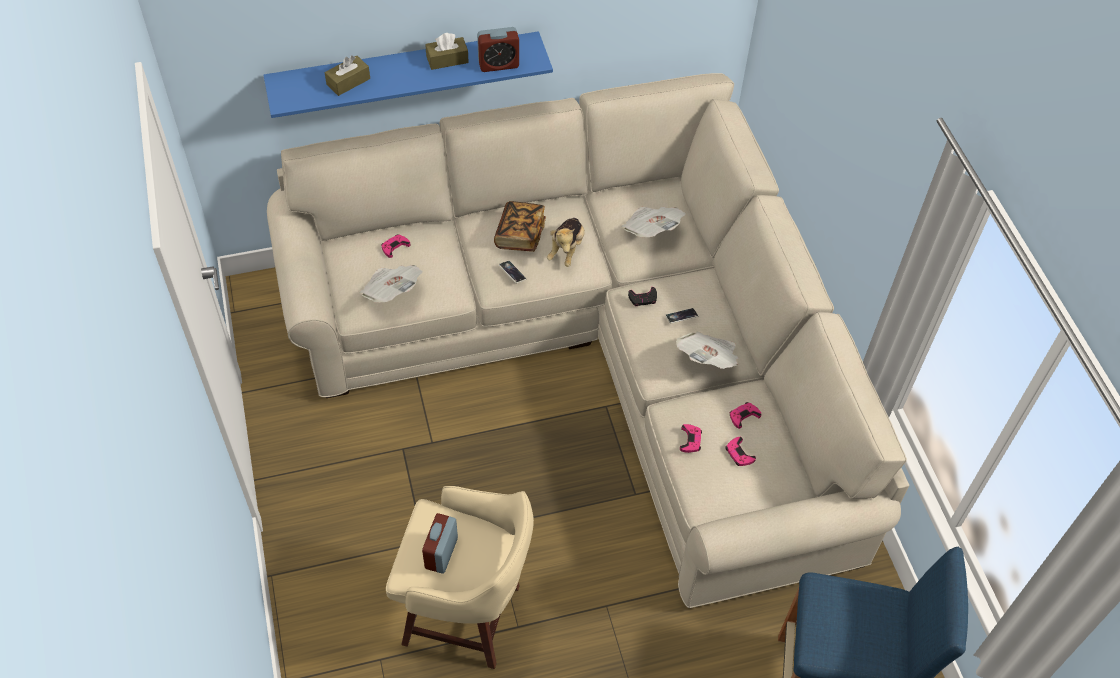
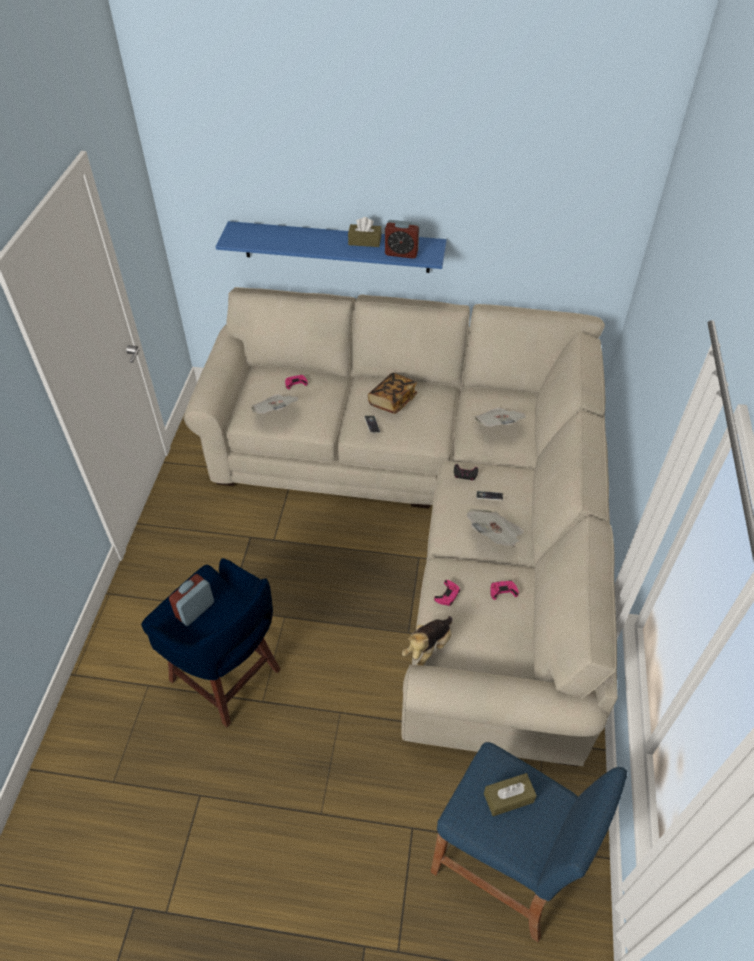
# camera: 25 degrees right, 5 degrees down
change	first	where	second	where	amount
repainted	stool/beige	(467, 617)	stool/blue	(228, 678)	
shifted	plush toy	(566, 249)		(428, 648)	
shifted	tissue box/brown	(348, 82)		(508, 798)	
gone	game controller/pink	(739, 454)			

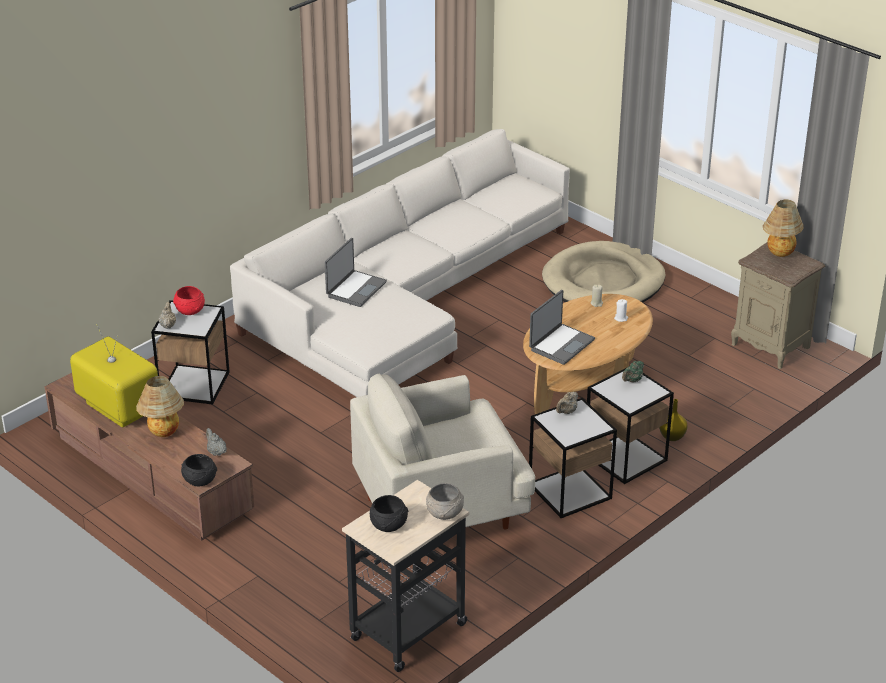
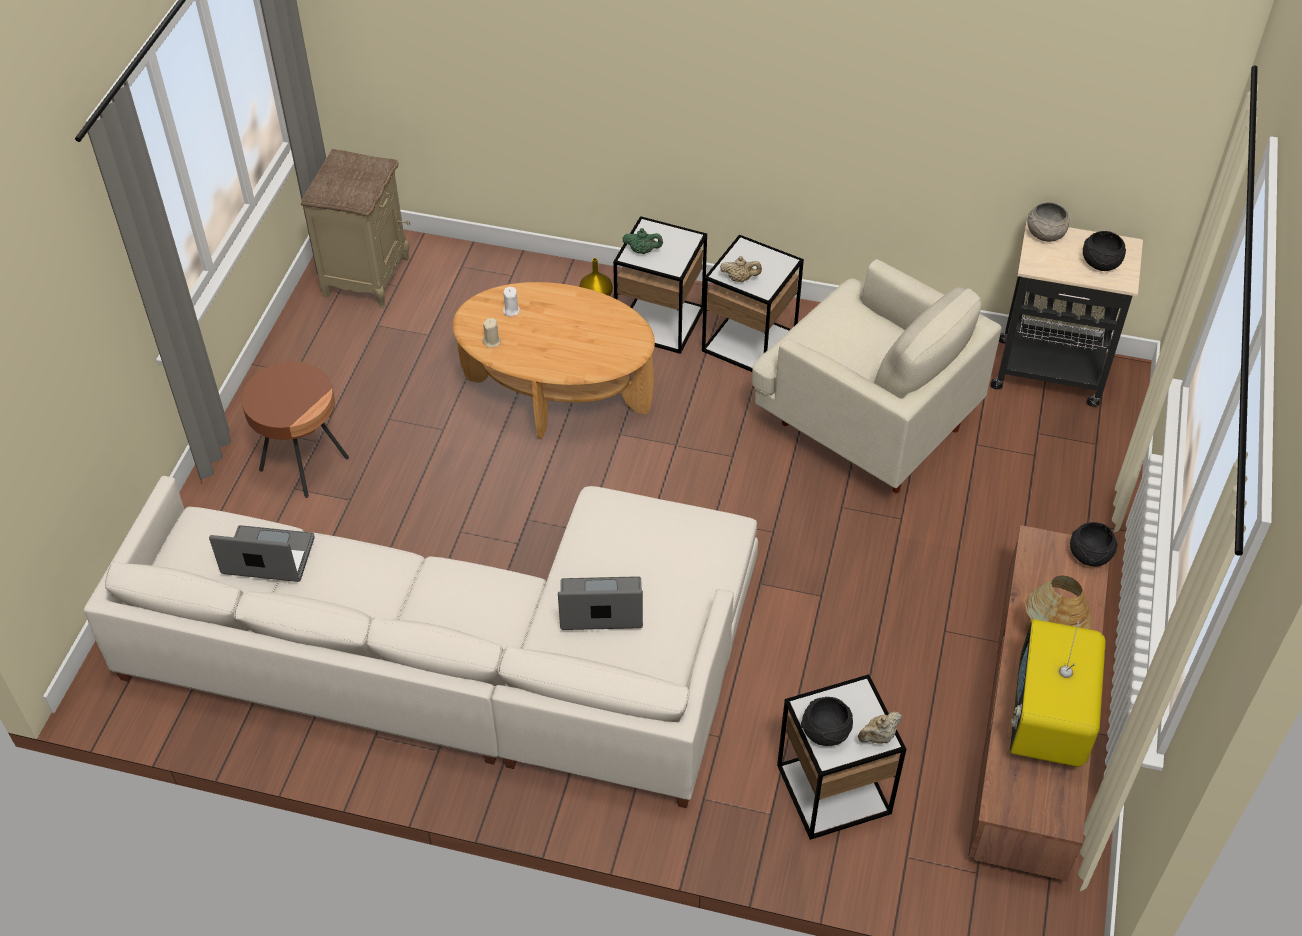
# camera: 120 degrees left, 15 degrees up
change	first	where	second	where	amount
shifted	laptop	(561, 344)		(268, 558)	
swapped	dog bed/beige	(603, 282)	side table/brown	(304, 464)	
repainted	bowl/red	(190, 310)	bowl/black	(825, 732)	
gone	teapot/grey	(216, 452)			
gone	table lamp	(779, 255)			

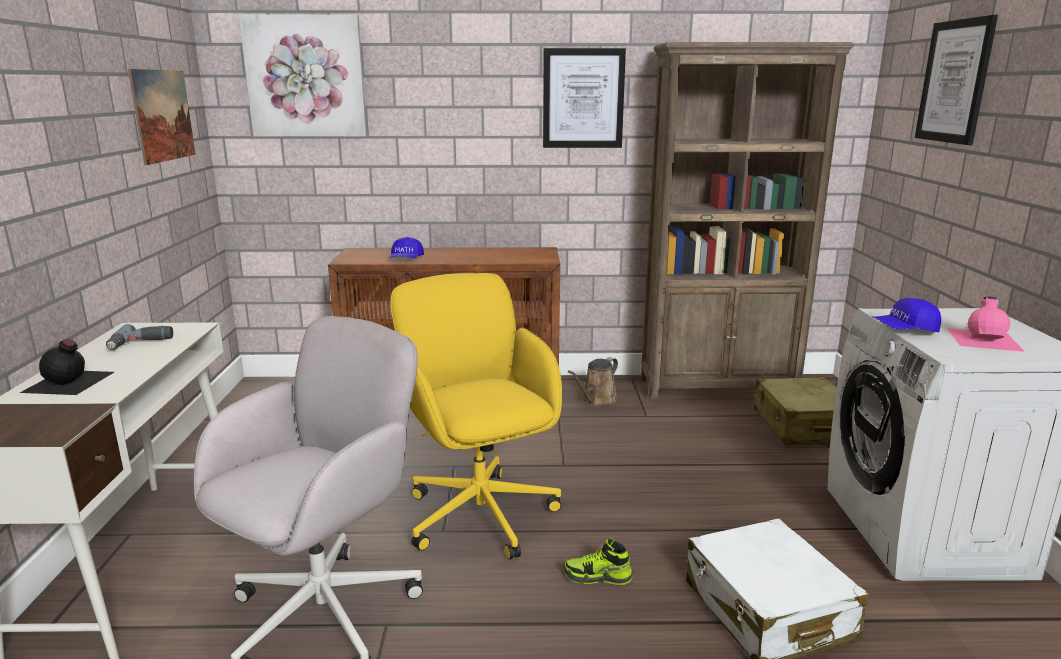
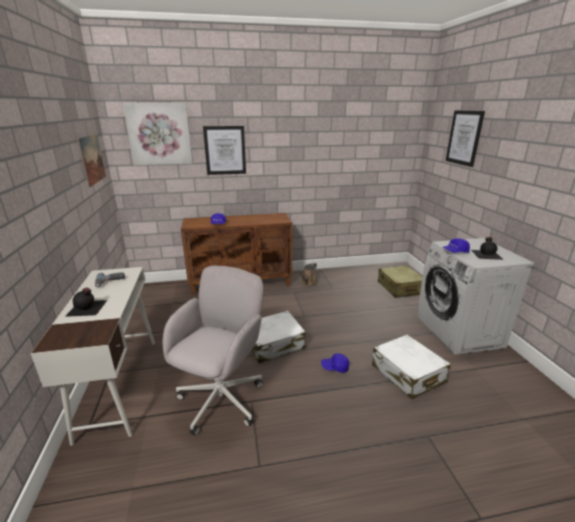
# camera: 10 degrees left, 5 degrees up
change	first	where	second	where	amount
shifted	picture	(583, 99)		(225, 150)	
swapped	office chair/yellow	(480, 514)	suitcase/white	(274, 344)	
swapped	shoe	(597, 577)	cap/blue	(335, 367)	
repainted	bottle/pink	(985, 339)	bottle/black	(486, 254)	
gone	bookcase/brown	(718, 388)			

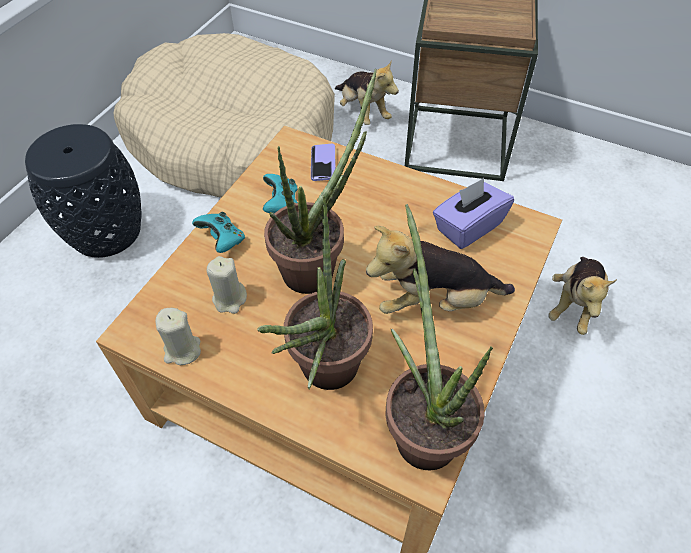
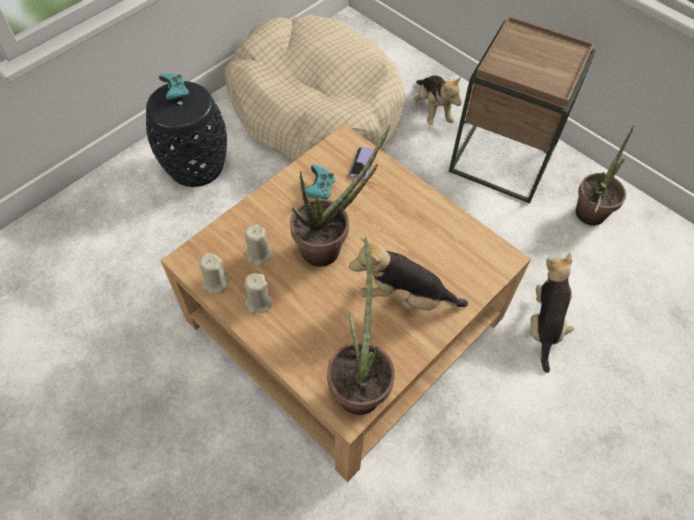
# camera: 15 degrees right, 5 degrees up
change	first	where	second	where	amount
shifted	game controller/turquoise	(222, 240)		(176, 93)	
new			candle/beige	(259, 302)	
rotated	plush toy	(574, 304)		(544, 324)	150 degrees clockwise
shifted	potted plant	(324, 376)		(586, 218)	
gone	tissue box/purple	(468, 227)			

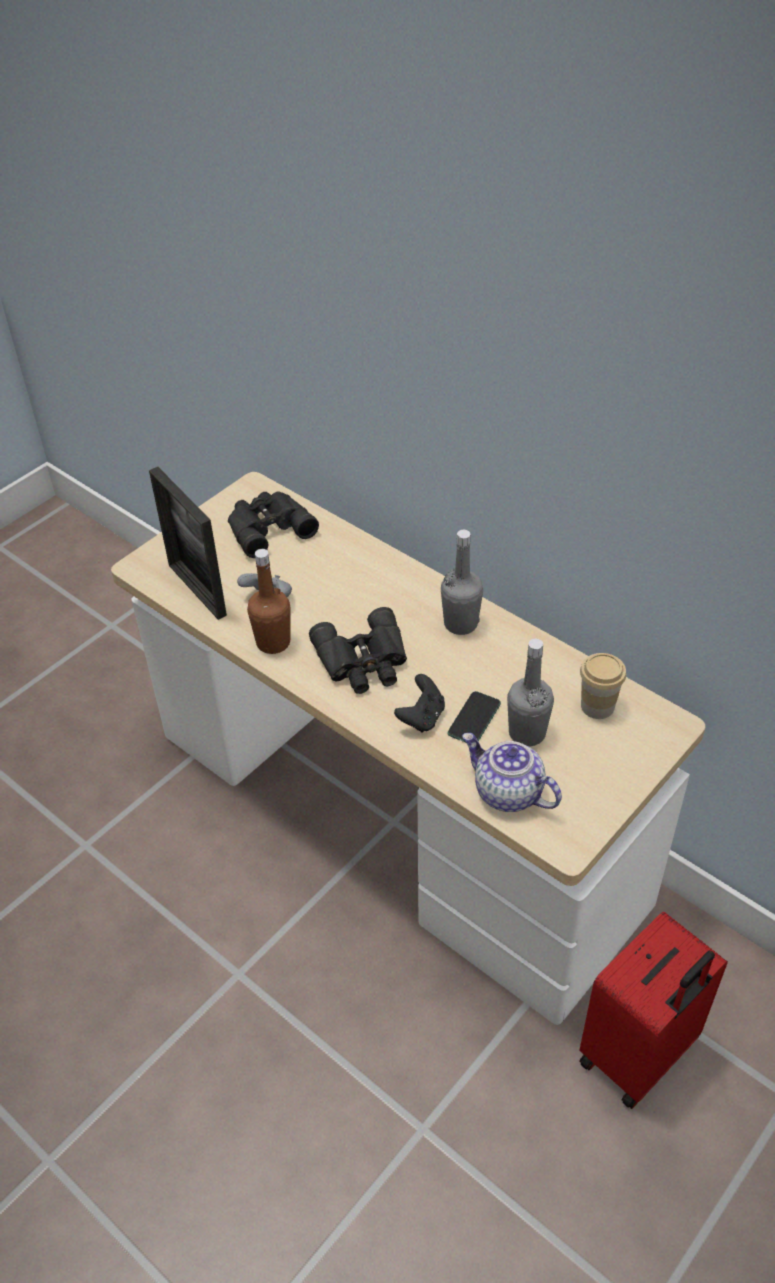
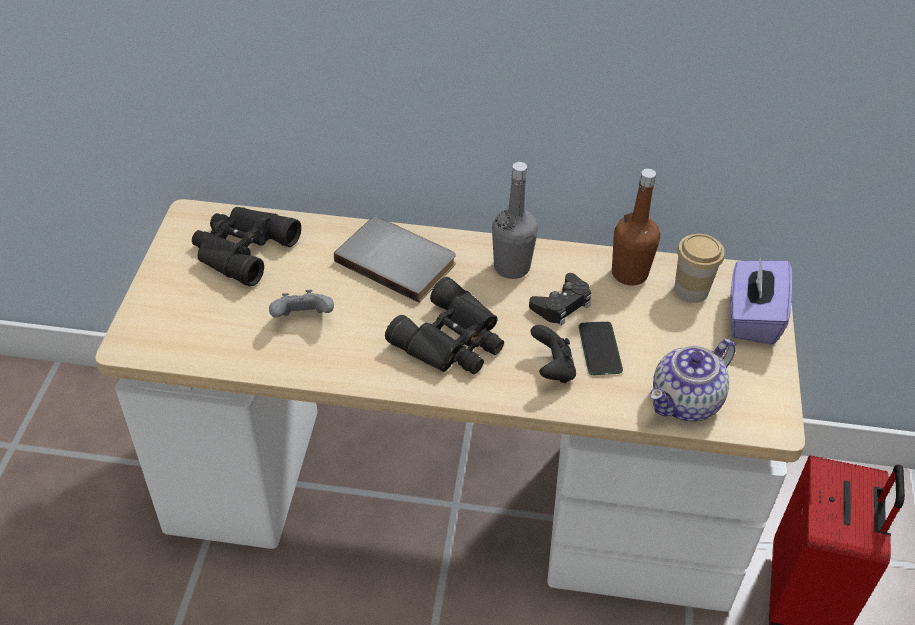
# camera: 35 degrees left, 0 degrees up
change	first	where	second	where	amount
new			book/grey	(398, 260)	
new			game controller/black	(562, 305)	
shifted	bottle/brown	(273, 642)		(629, 273)	
rotated	teapot	(507, 793)		(686, 402)	45 degrees counterclockwise
new			tissue box/purple	(752, 318)	
gone	picture frame	(197, 590)			
gone	bottle/grey	(527, 733)			

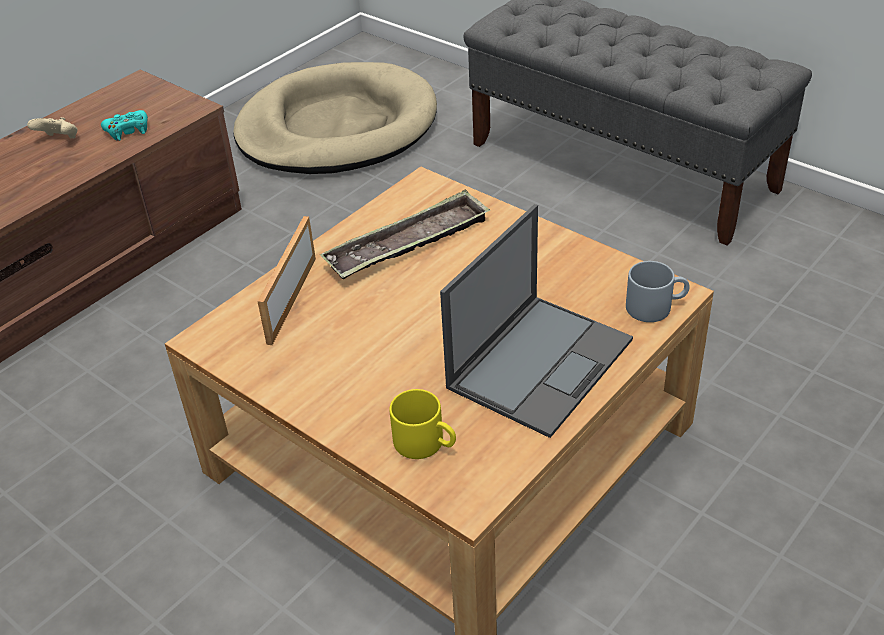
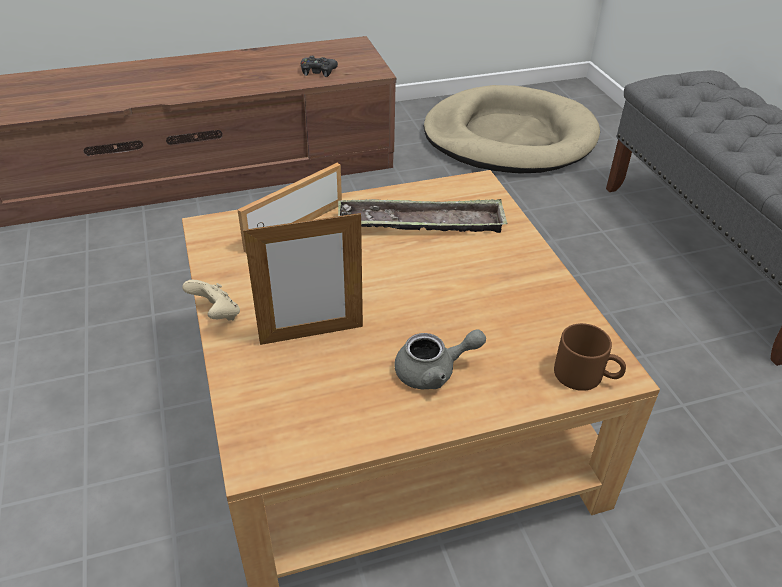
# camera: 30 degrees right, 0 degrees up
change	first	where	second	where	amount
shifted	game controller/beige	(59, 140)		(216, 314)	
new			picture frame	(312, 334)	
repainted	game controller/turquoise	(128, 131)	game controller/black	(318, 71)	
swapped	laptop	(541, 362)	teapot/grey	(434, 371)	
repainted	mug/grey	(655, 306)	mug/brown	(586, 375)	
gone	mug/yellow	(426, 443)			

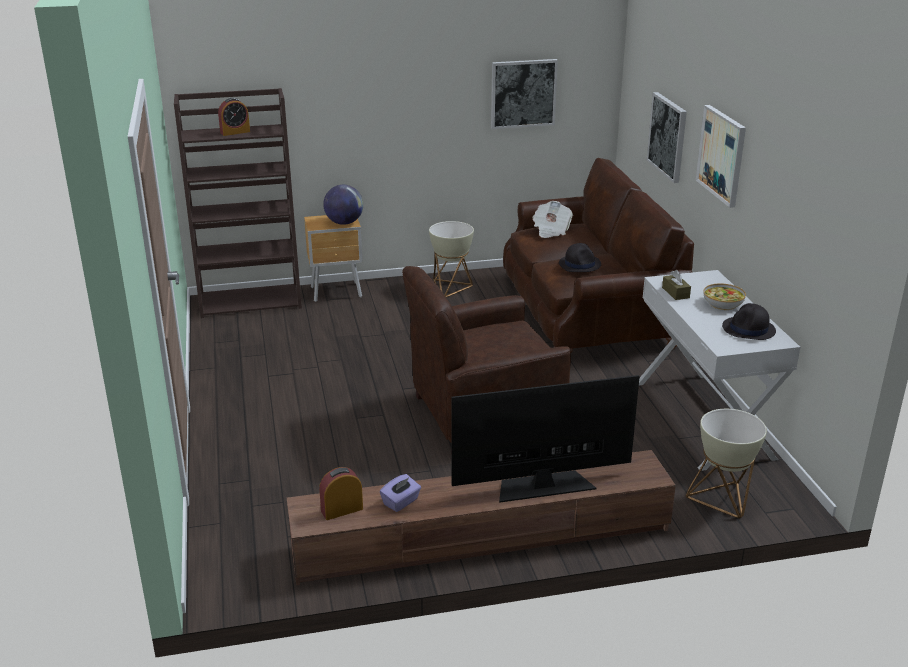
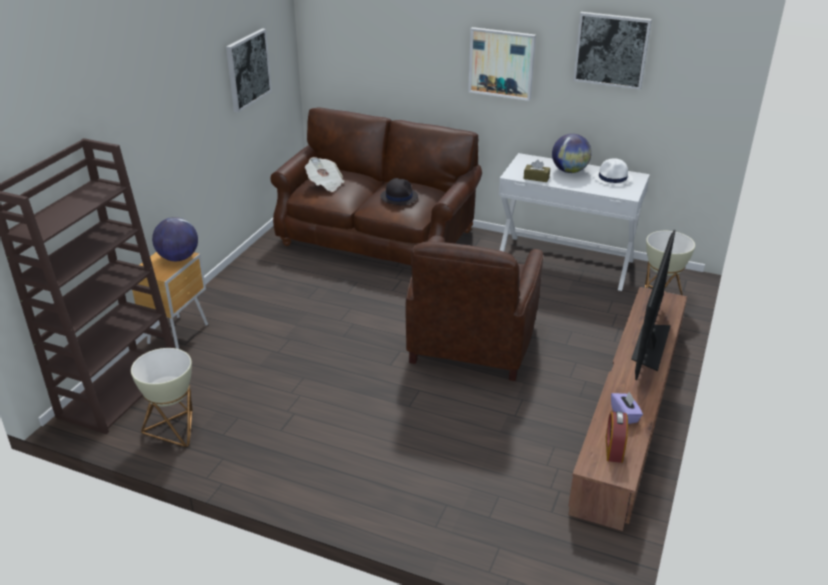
# camera: 55 degrees left, 5 degrees up
change	first	where	second	where	amount
shifted	planter	(451, 288)		(174, 429)	
swapped	bowl	(723, 304)	globe	(569, 171)	
shifted	picture	(668, 136)		(611, 50)	
repainted	hat/black	(749, 329)	hat/white	(613, 178)	
gone	alarm clock	(235, 132)			

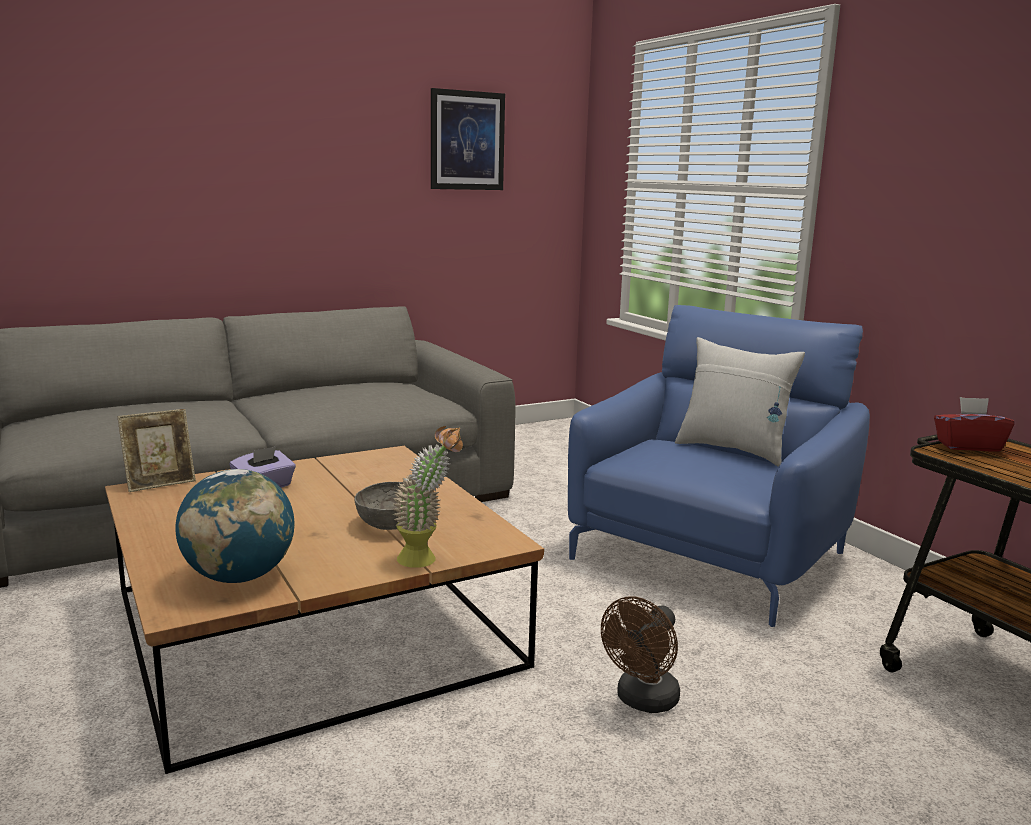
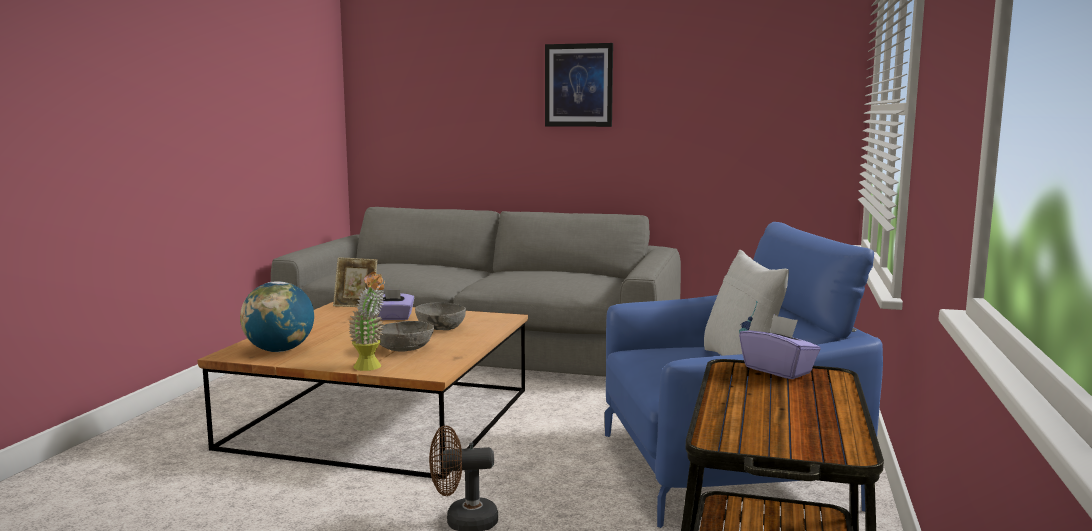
# camera: 45 degrees right, 5 degrees down
change	first	where	second	where	amount
new			bowl/grey	(441, 328)	
shifted	picture	(467, 141)		(578, 85)	
repainted	tissue box/red	(968, 446)	tissue box/purple	(778, 370)	

